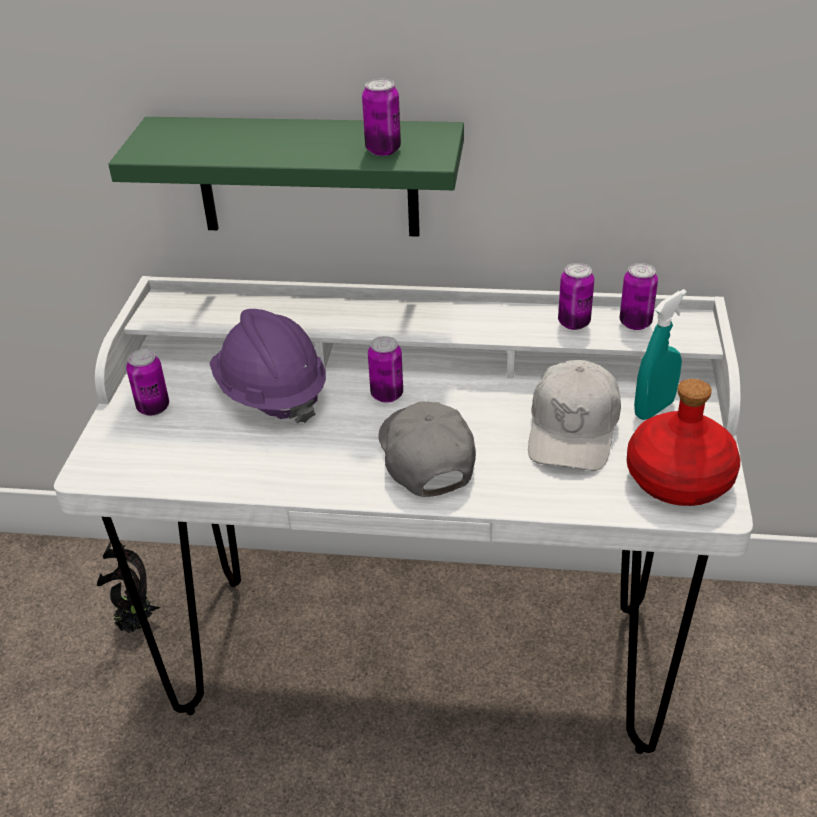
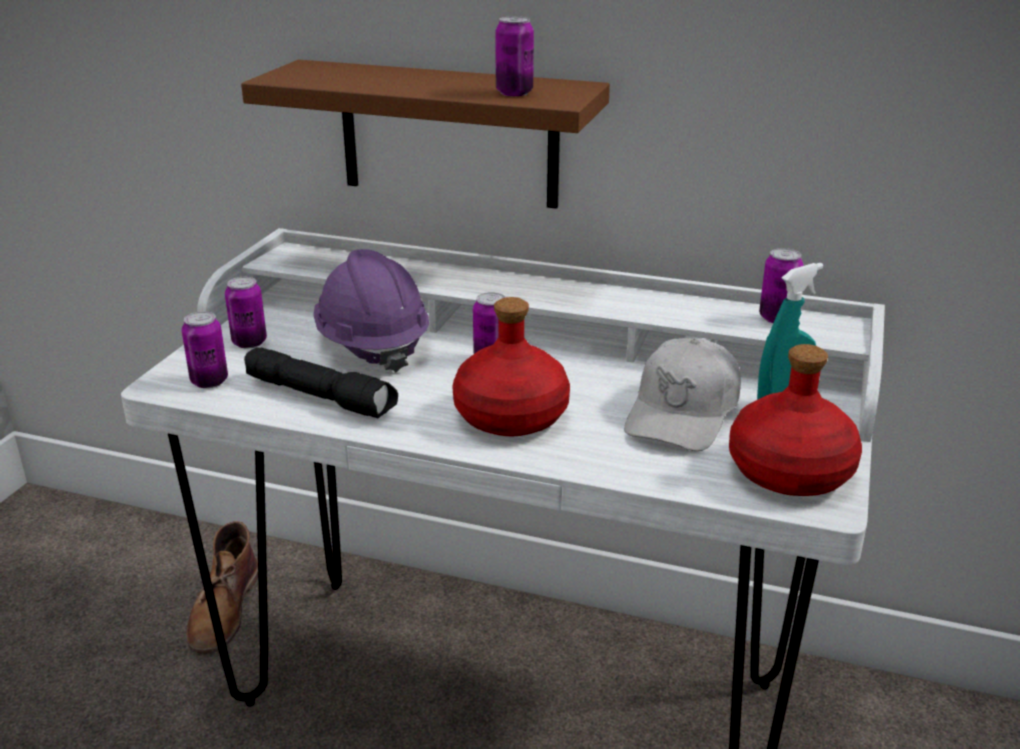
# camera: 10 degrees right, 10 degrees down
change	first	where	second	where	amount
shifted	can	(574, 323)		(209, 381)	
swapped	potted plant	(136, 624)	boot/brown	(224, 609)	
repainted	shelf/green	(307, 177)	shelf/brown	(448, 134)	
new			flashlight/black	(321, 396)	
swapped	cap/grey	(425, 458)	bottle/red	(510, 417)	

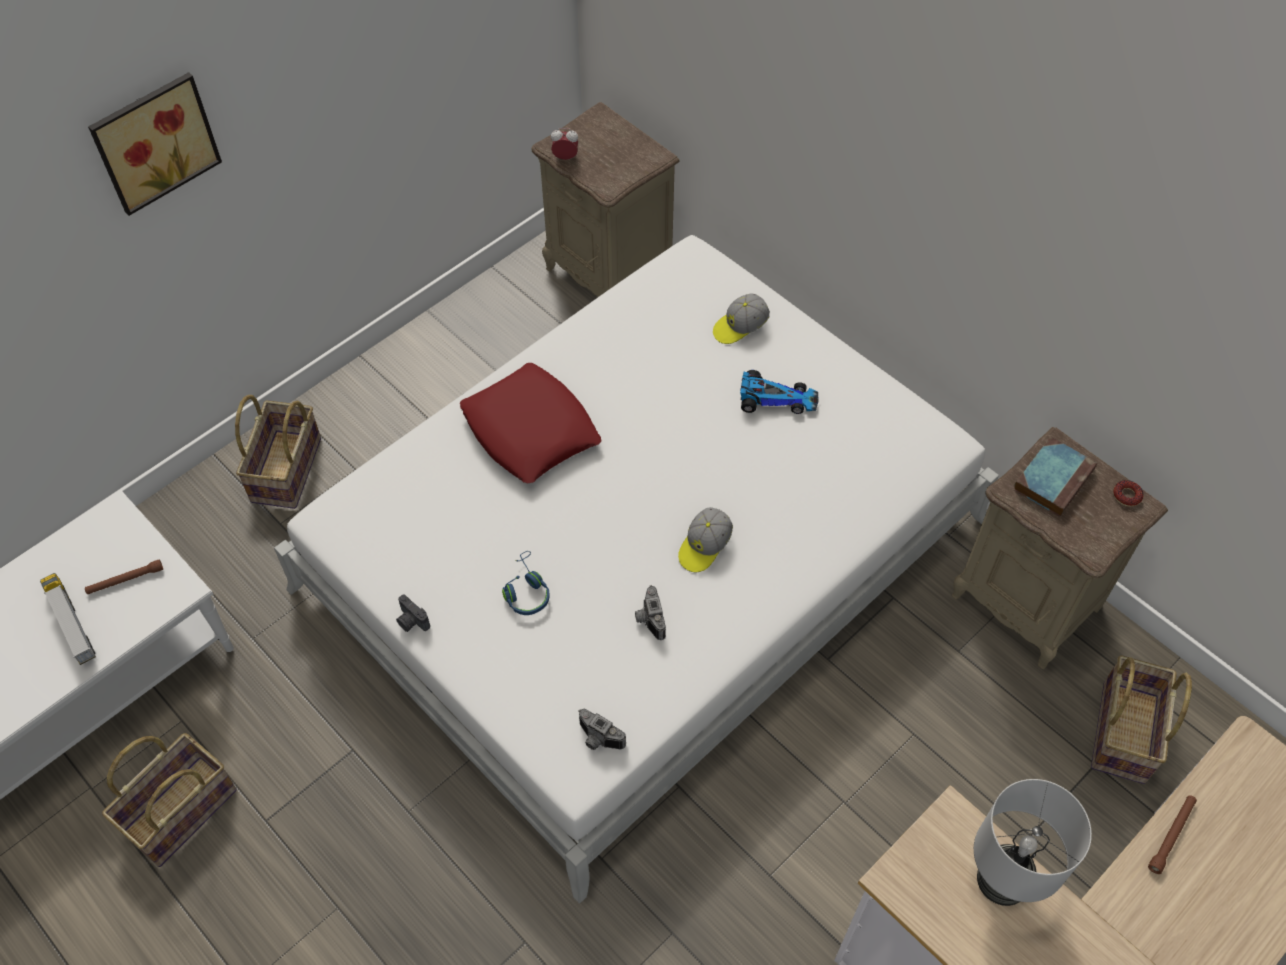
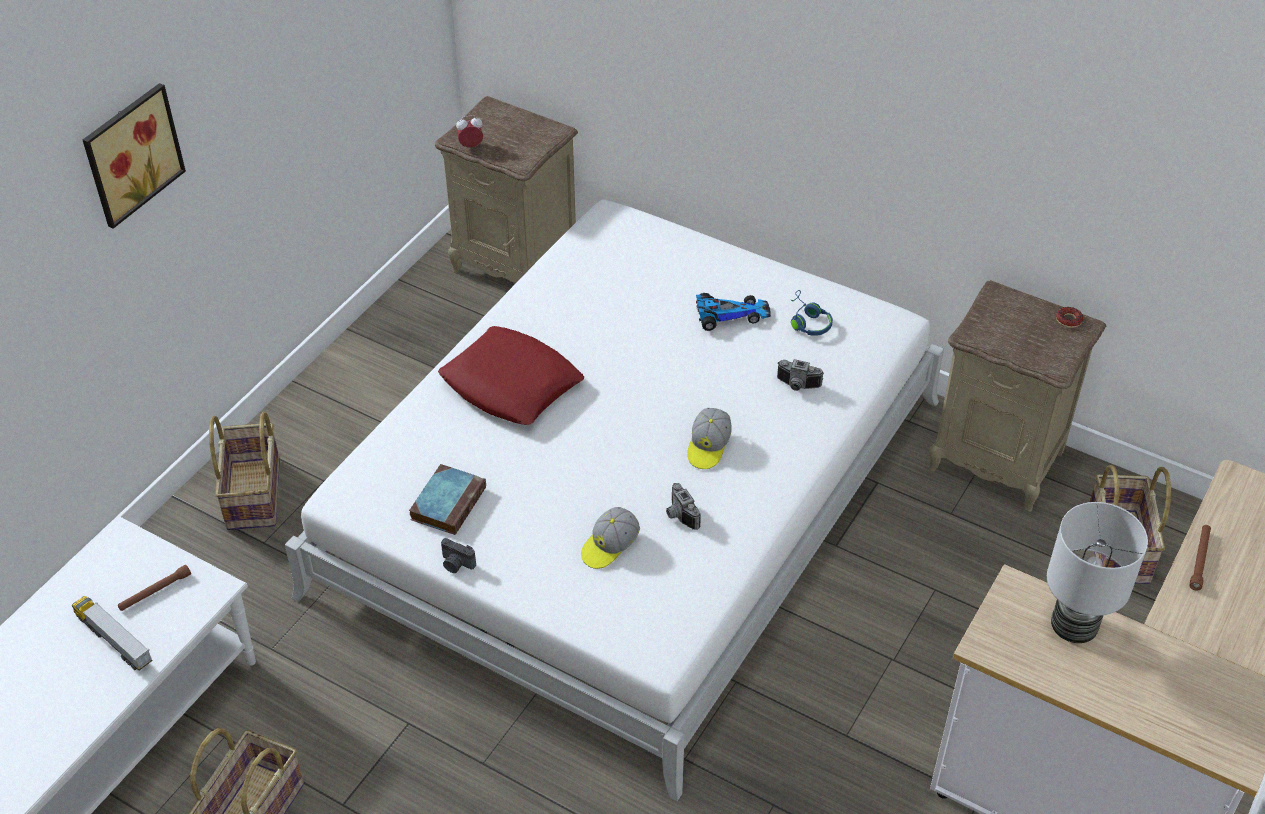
# camera: 15 degrees left, 10 degrees down
change	first	where	second	where	amount
shifted	book	(1053, 479)		(448, 502)	
shifted	cap	(740, 327)		(609, 546)	
shifted	photo camera	(598, 740)		(797, 386)	
shifted	headphones/blue	(526, 590)		(807, 321)	

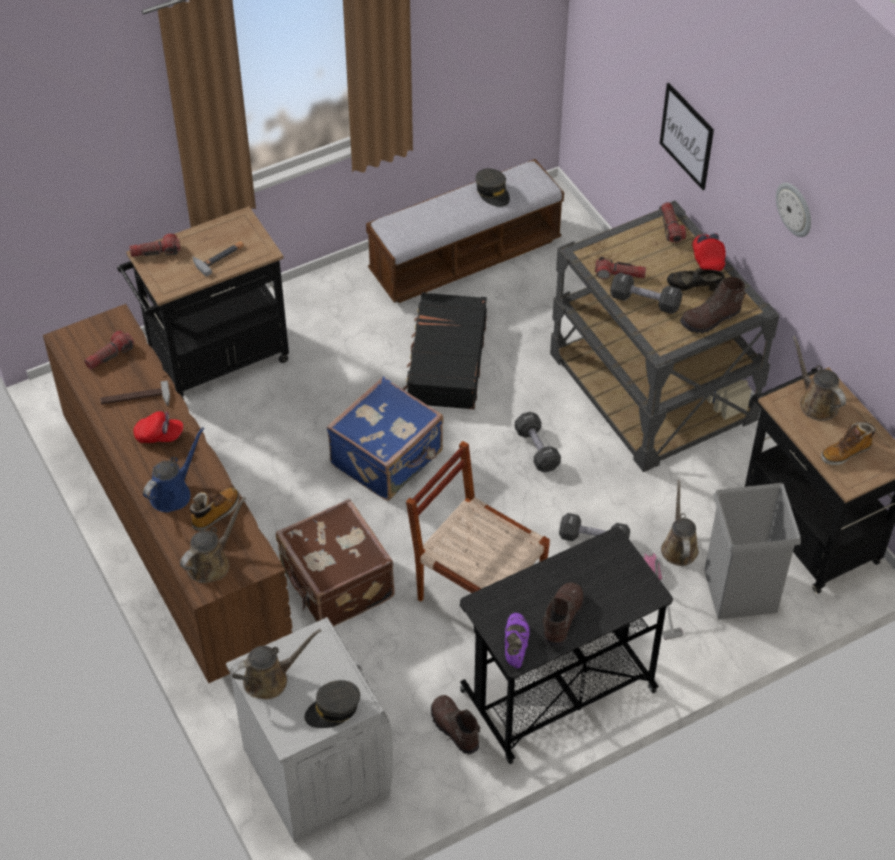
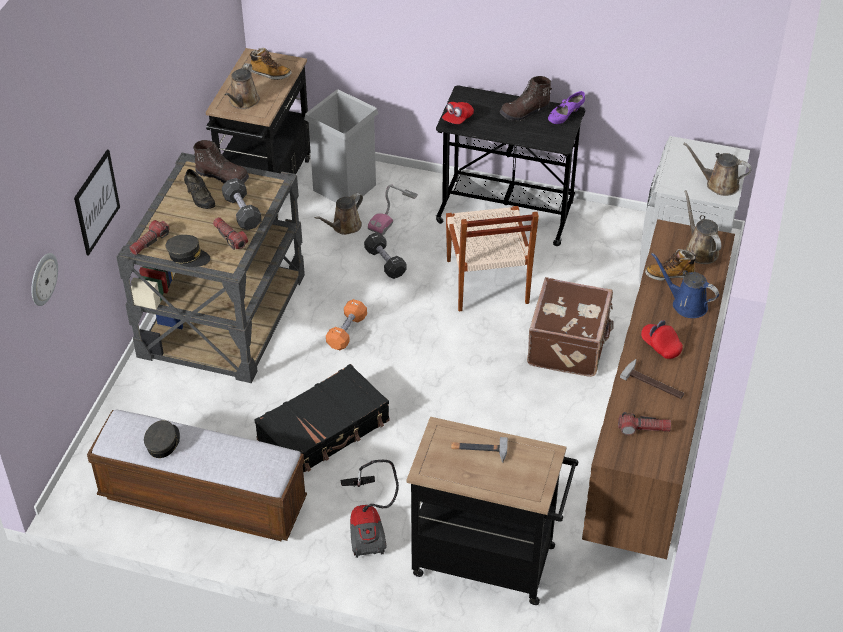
# camera: 135 degrees left, 5 degrees down
change	first	where	second	where	amount
shifted	wall clock	(795, 209)		(43, 279)	
shifted	cap/grey	(333, 710)		(188, 256)	
repainted	dumbbell/black	(537, 449)	dumbbell/orange	(347, 332)	
new			vacuum cleaner	(368, 525)	
shifted	cap/red	(707, 259)		(457, 119)	
rotated	watering can/blue	(173, 493)		(686, 304)	45 degrees clockwise
rotated	watering can/brown	(211, 563)		(700, 250)	75 degrees clockwise
gone	flashlight	(155, 252)			
gone	suitcase/blue	(388, 459)			
gone	boot/brown	(454, 729)			

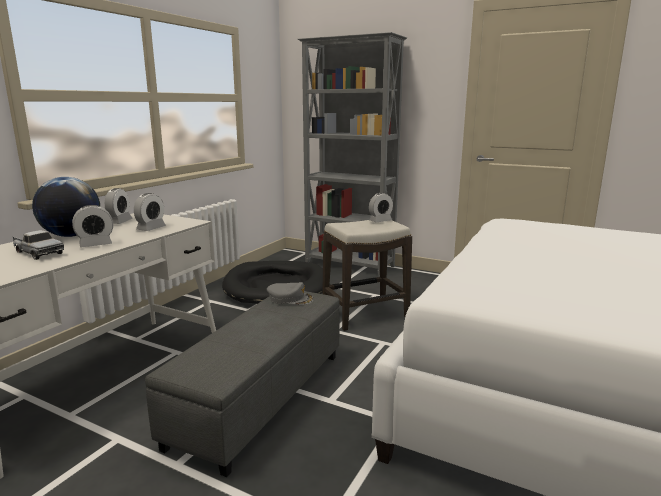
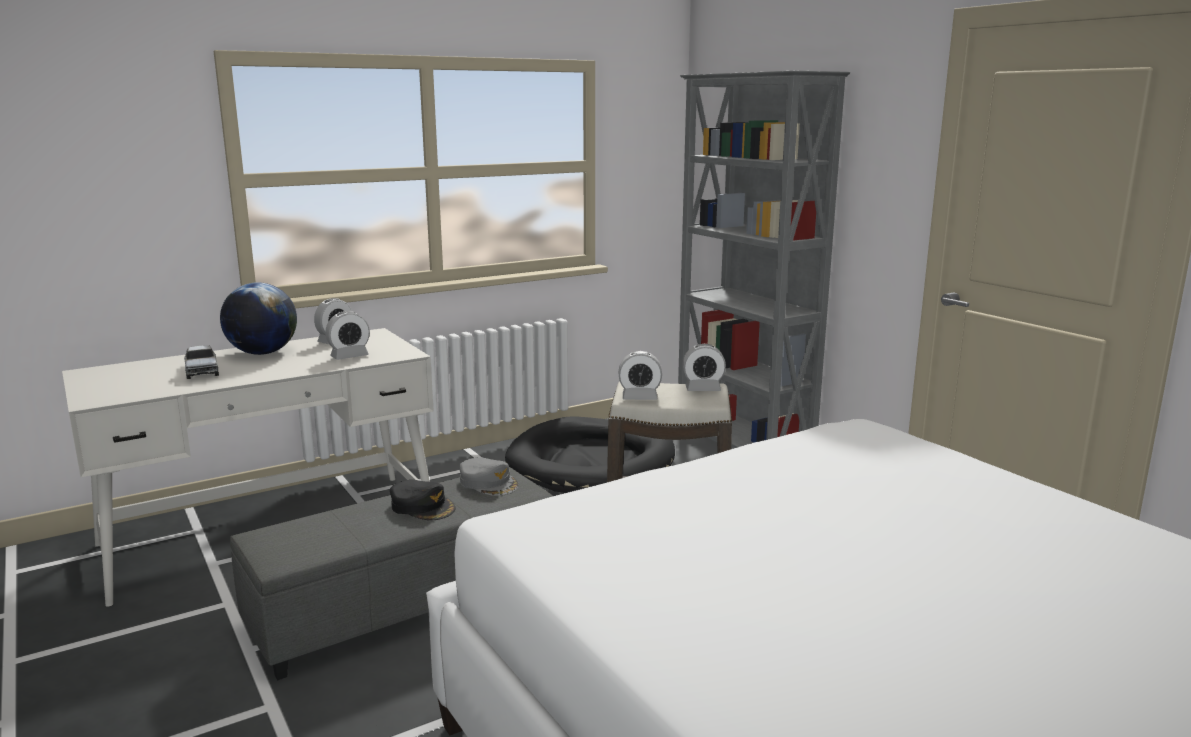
# camera: 30 degrees right, 0 degrees up
change	first	where	second	where	amount
new			cap/black	(422, 507)	
shifted	alarm clock	(96, 244)		(639, 397)	

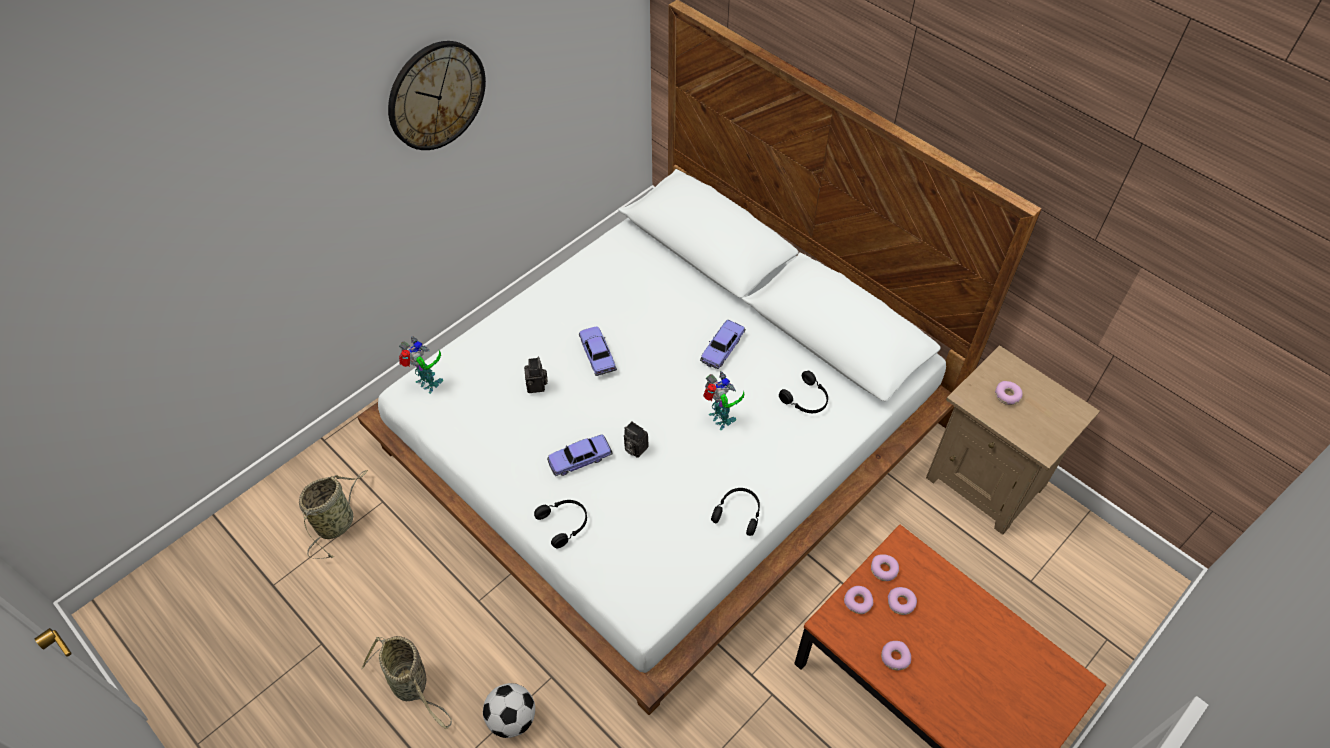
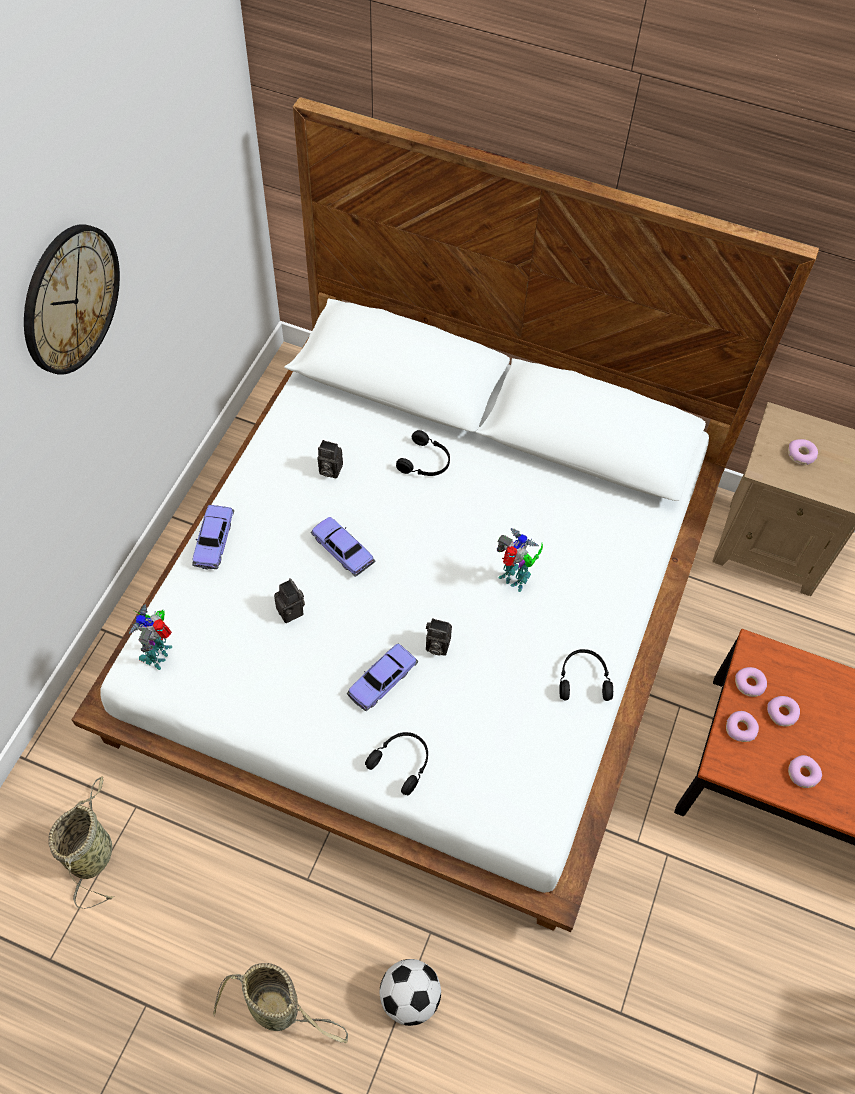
# camera: 25 degrees left, 5 degrees up
change	first	where	second	where	amount
rotated	toy robot	(428, 384)		(159, 654)	90 degrees counterclockwise
shifted	toy car	(722, 348)		(214, 541)	
new			photo camera	(329, 470)	
shifted	headphones/black	(806, 399)		(426, 462)	

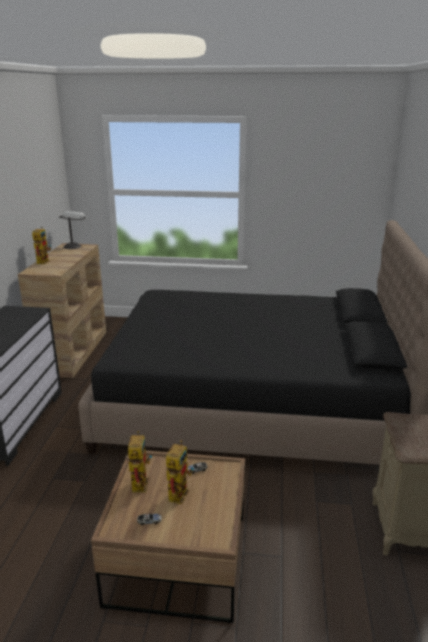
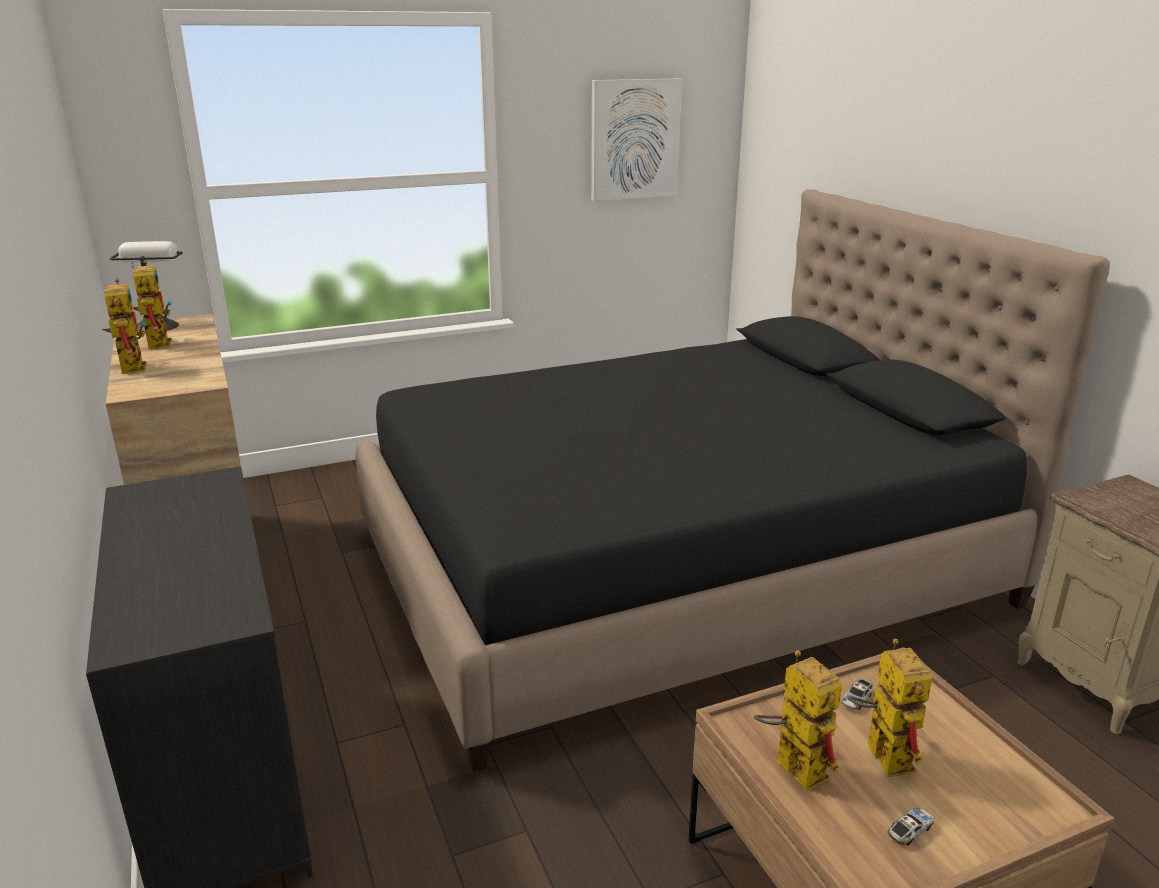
# camera: 30 degrees left, 0 degrees up
change	first	where	second	where	amount
new			toy robot	(157, 342)	
new			picture	(634, 139)	

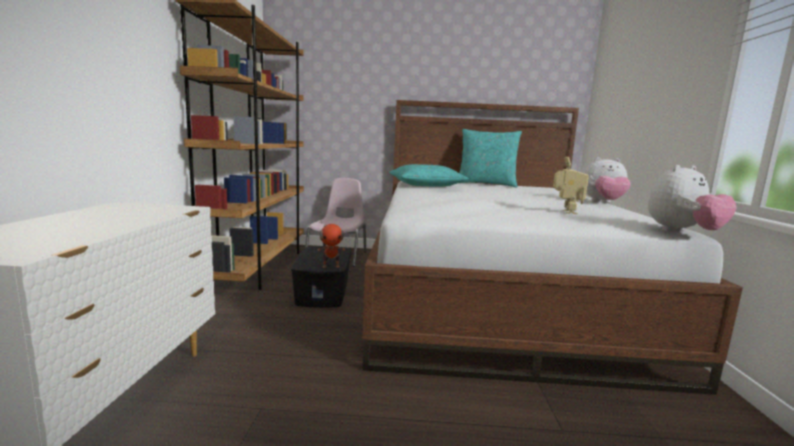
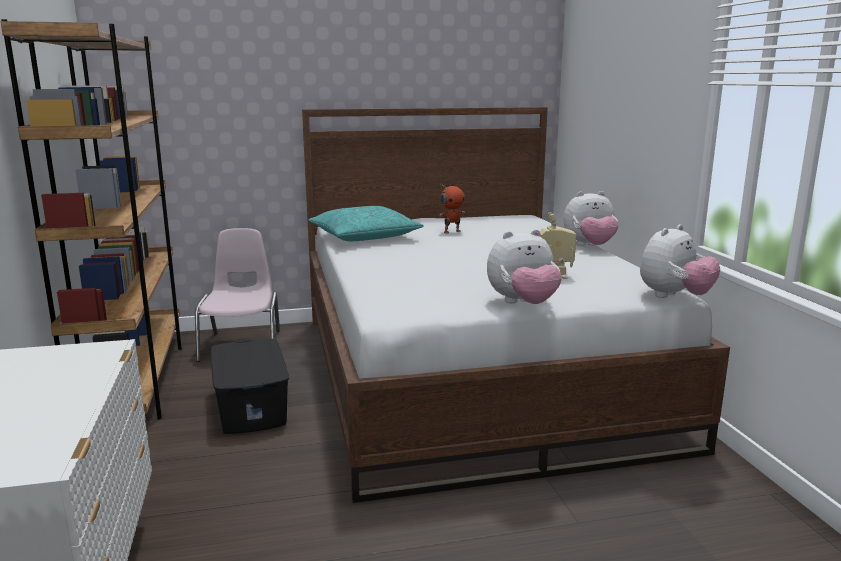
# camera: 15 degrees left, 5 degrees up
change	first	where	second	where	amount
shifted	toy robot	(331, 266)		(451, 231)	
new			plush toy	(523, 304)	
gone	pillow/turquoise	(486, 184)			

